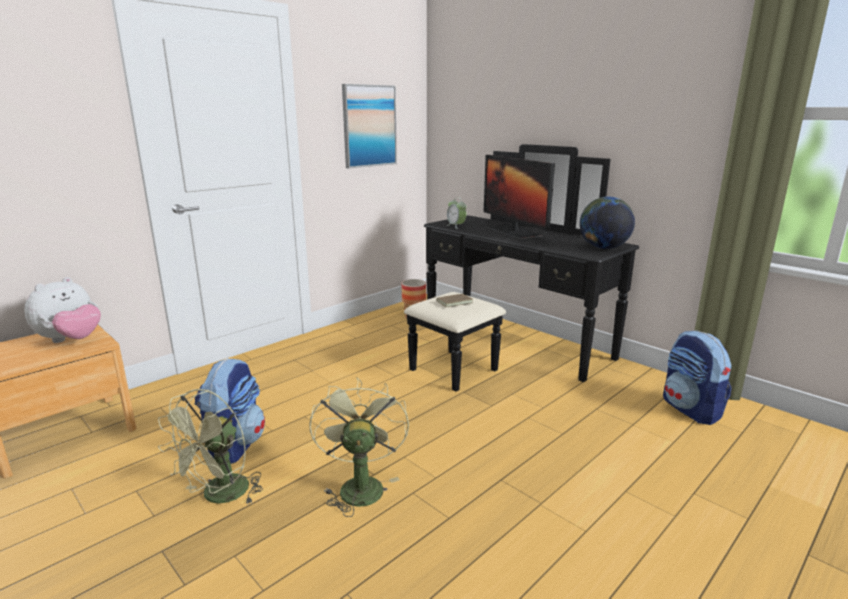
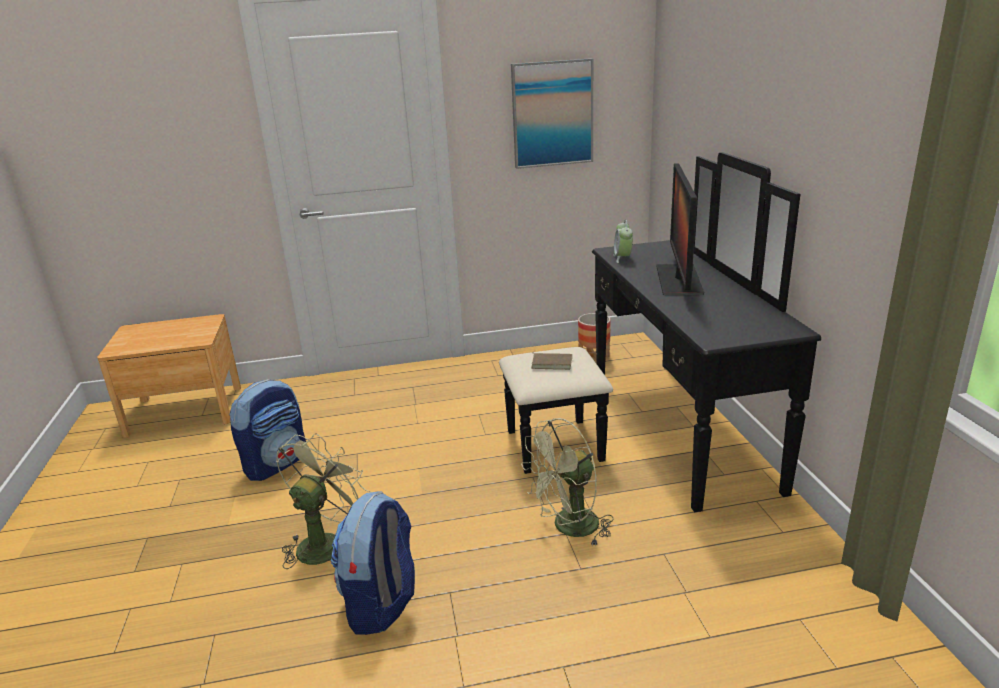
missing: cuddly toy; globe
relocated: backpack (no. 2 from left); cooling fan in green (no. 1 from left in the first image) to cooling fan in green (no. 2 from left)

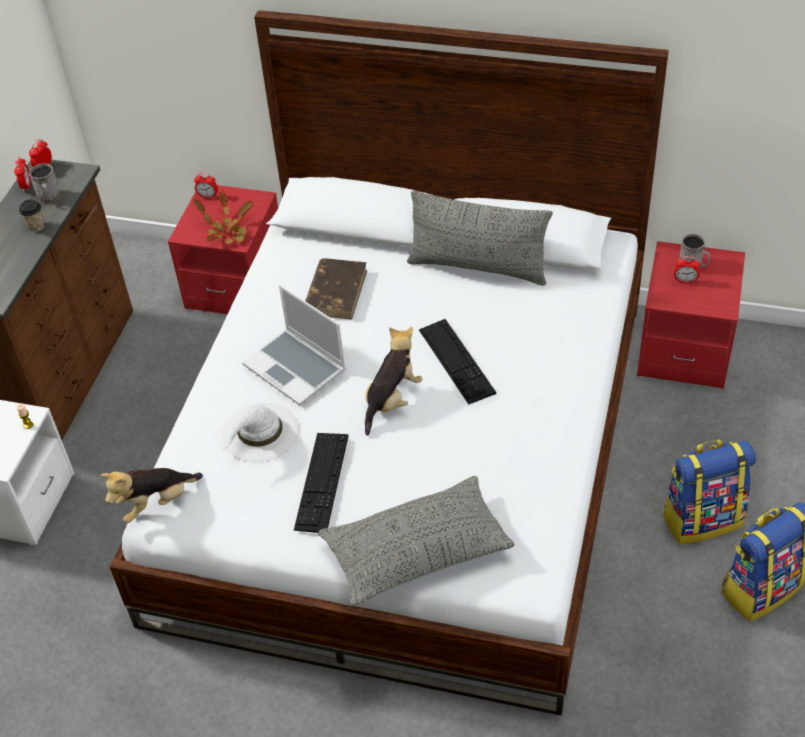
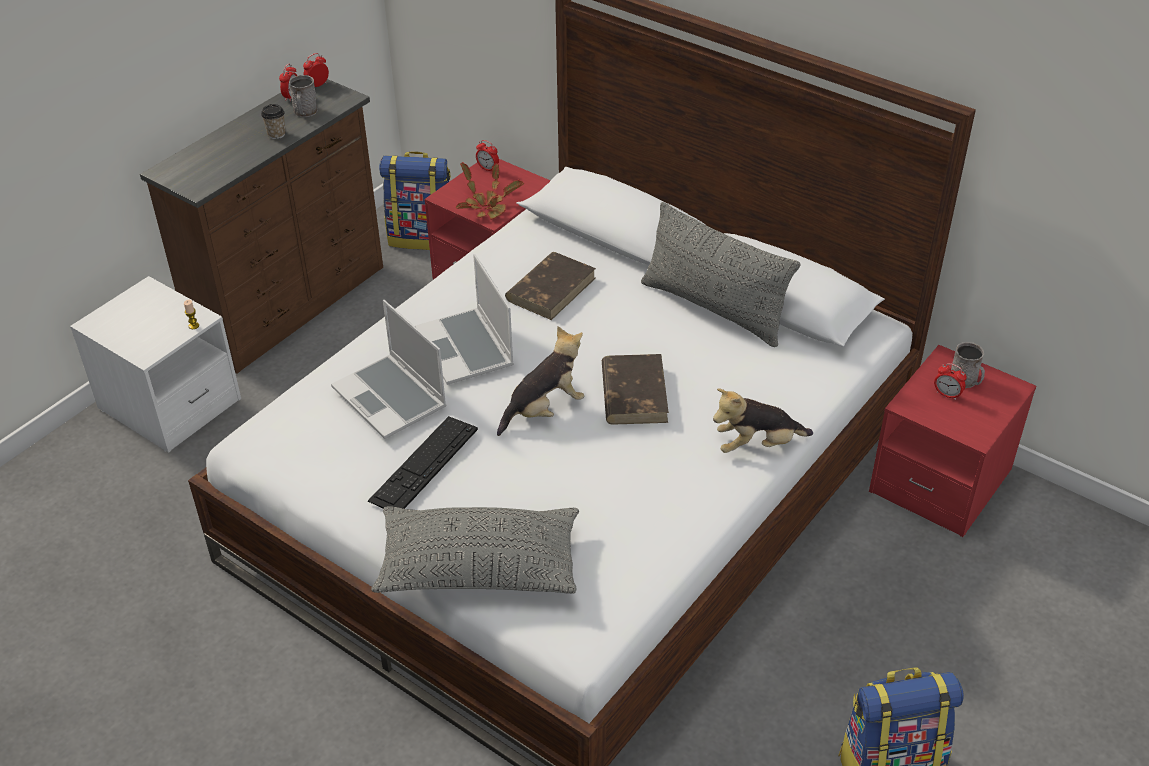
relocated: backpack (no. 1 from left); cuddly toy (no. 1 from left in the first image) to cuddly toy (no. 2 from left)
exchanged: wearable hat in white-coloured to laptop (no. 1 from left); PC keyboard (no. 2 from left) to volume in brownish (no. 2 from left)

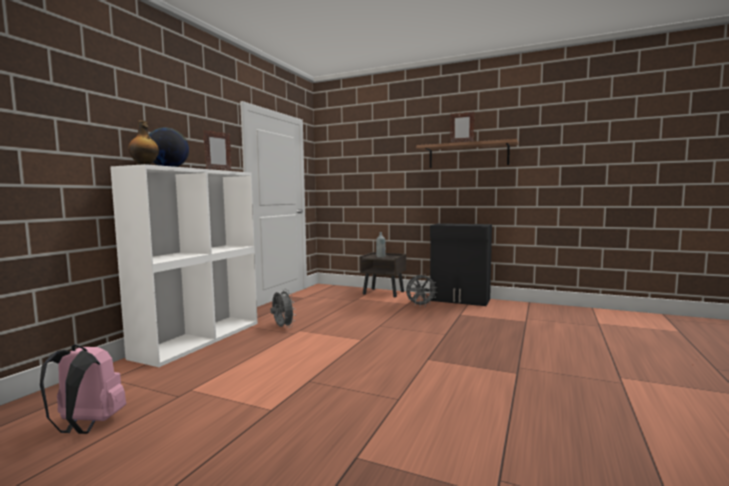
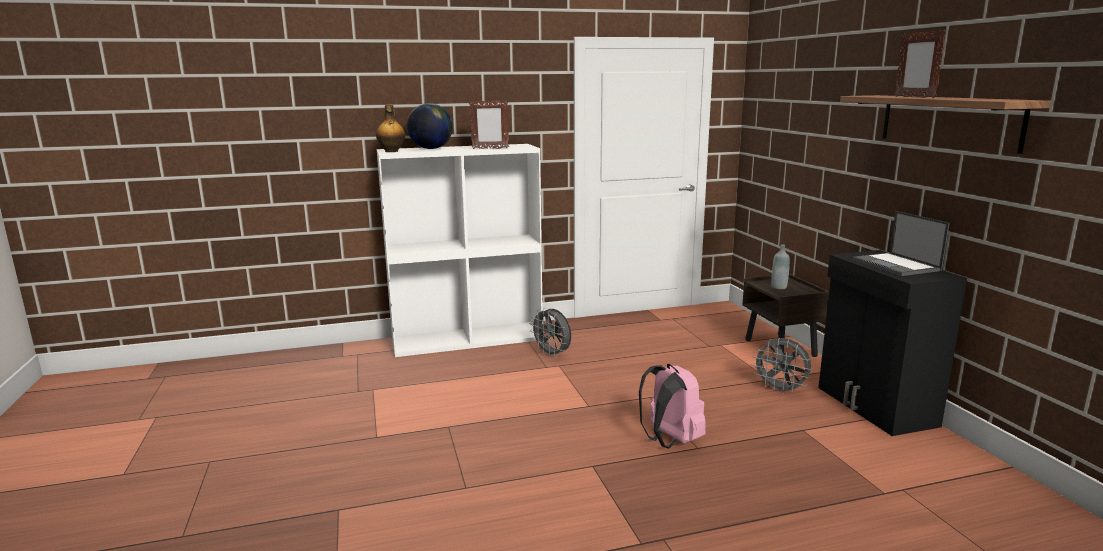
appeared: laptop
relocated: backpack in pinkish
spun: cooling fan in gray (no. 1 from left) 120 degrees clockwise

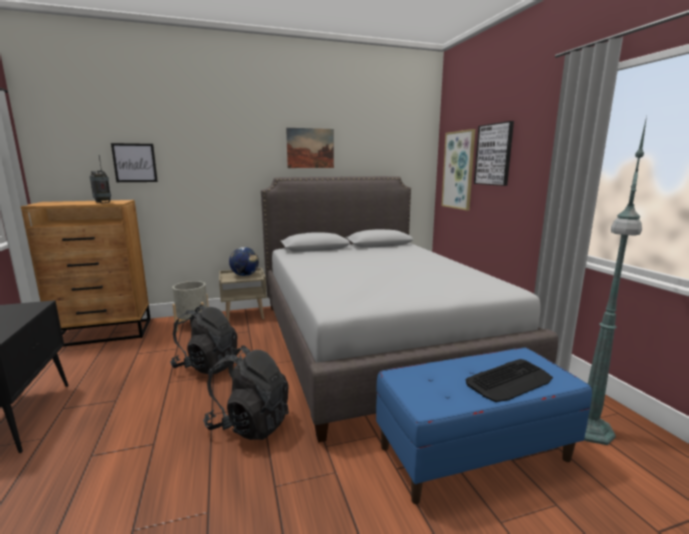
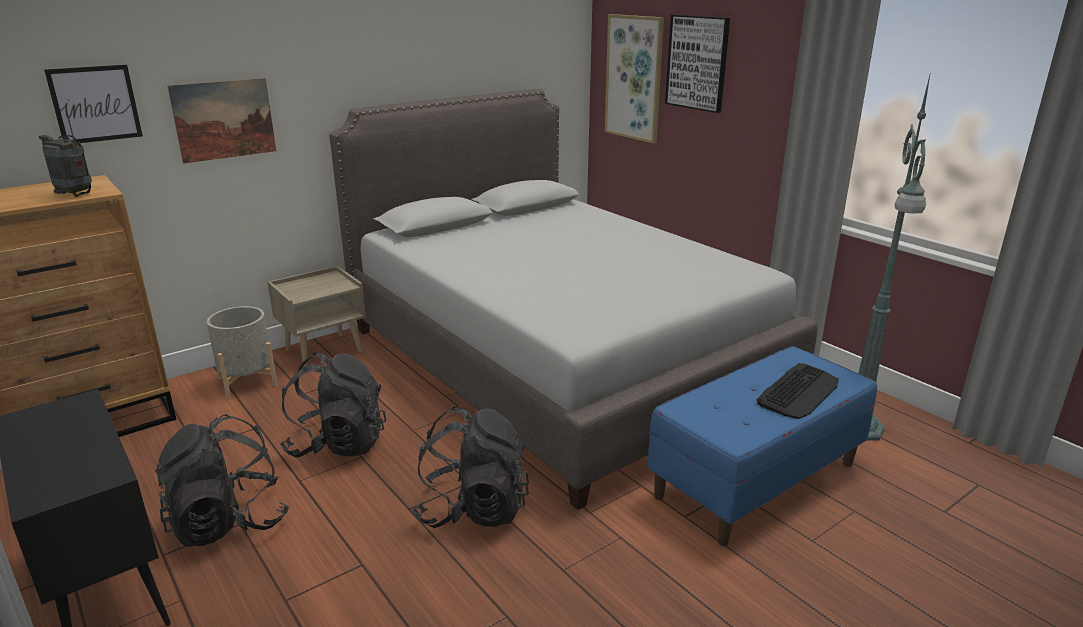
missing: globe
appeared: backpack in black (no. 1 from left)
relocated: wall art (no. 2 from left)

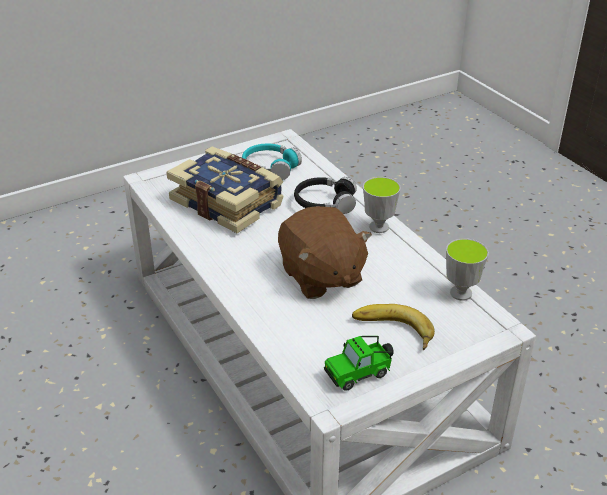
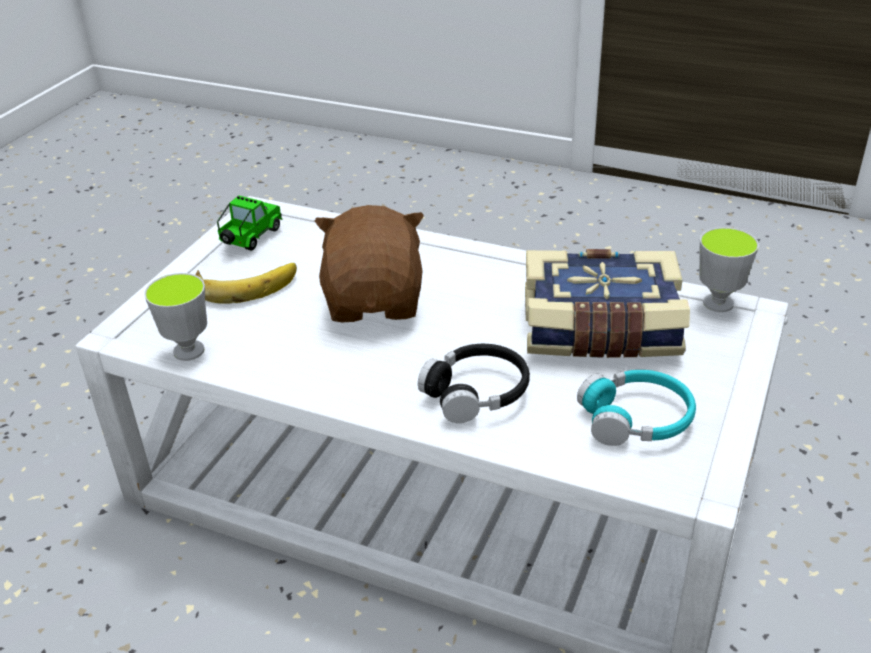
relocated: drinking cup (no. 1 from left in the first image) to drinking cup (no. 2 from left)
spun: cuddly toy in brownish 60 degrees clockwise

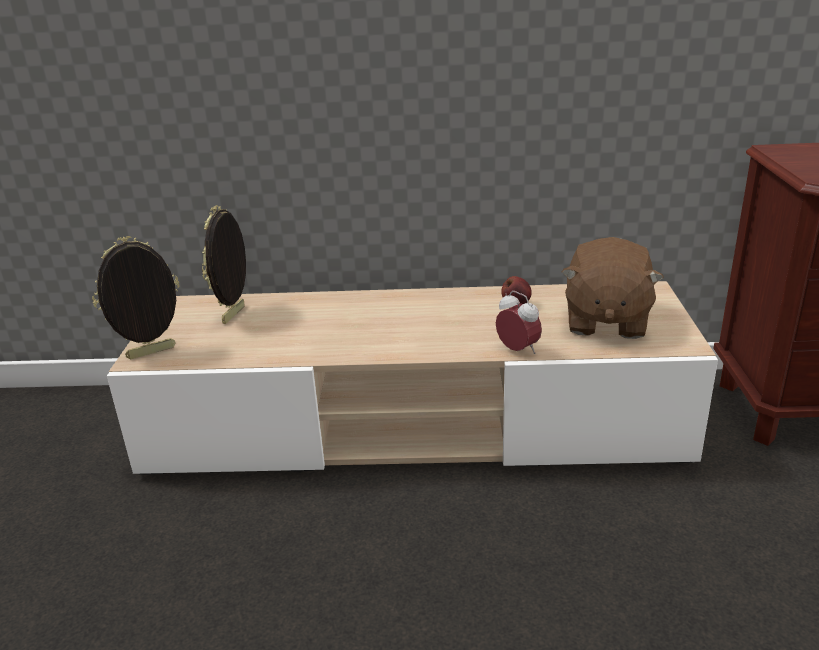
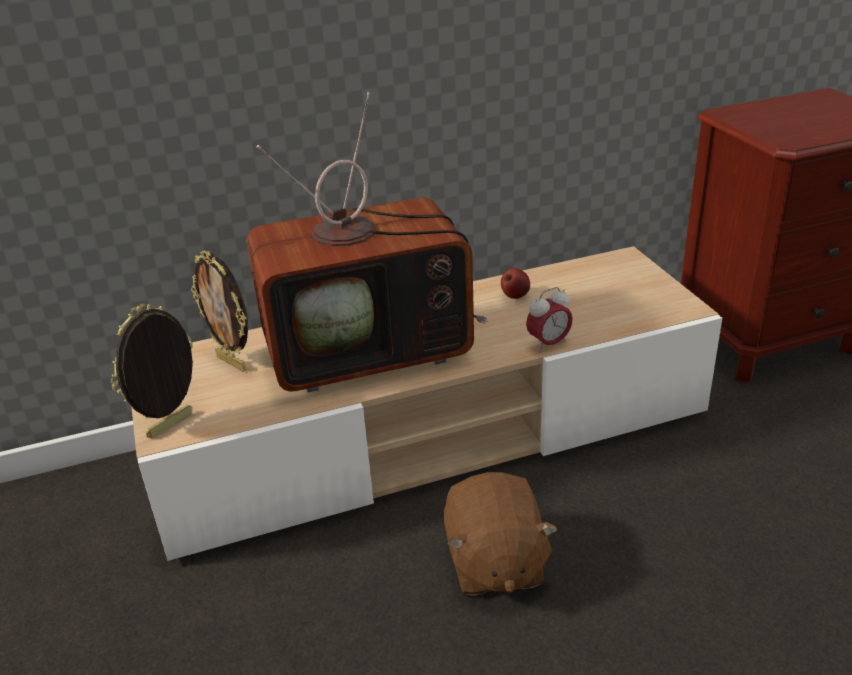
appeared: television
relocated: cuddly toy in brownish
spun: standing frame (no. 2 from left) 45 degrees counterclockwise; alarm clock 120 degrees clockwise

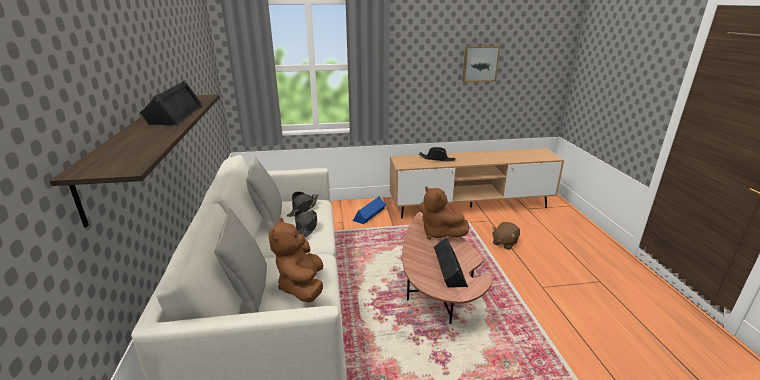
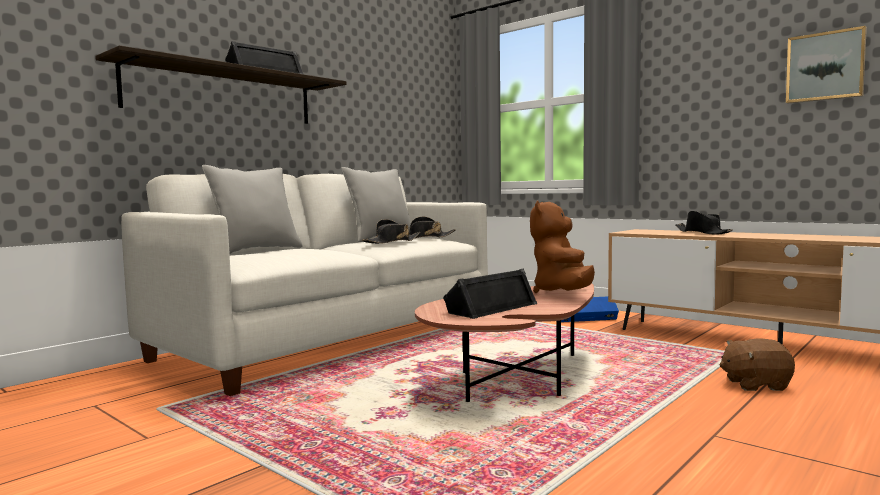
missing: cuddly toy in brownish (no. 1 from left)

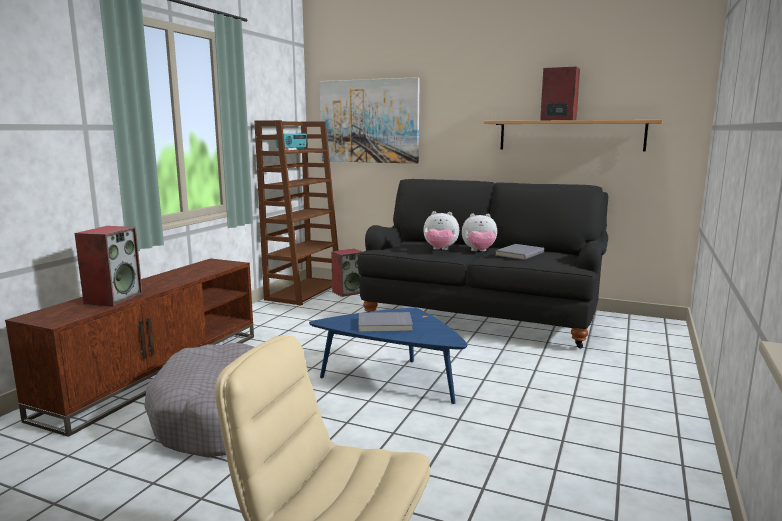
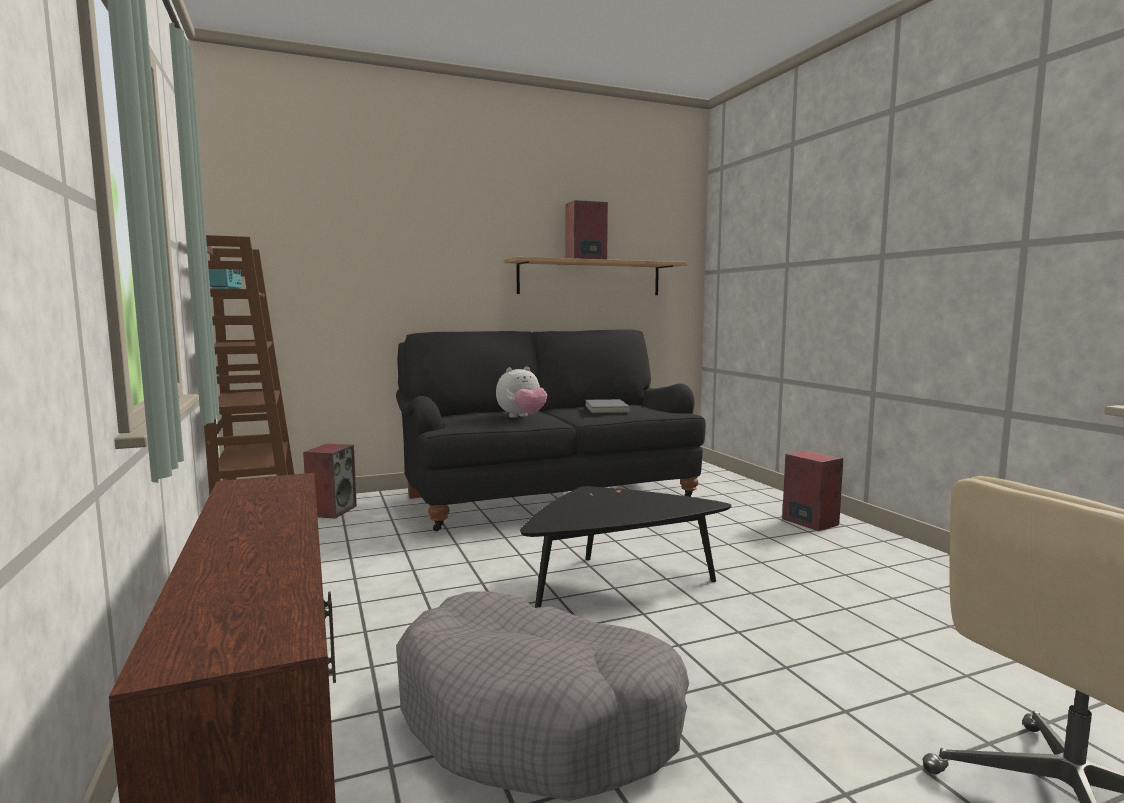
missing: wall art; volume in gray (no. 1 from left); cuddly toy (no. 2 from left)
relocated: speaker (no. 1 from left in the first image) to speaker (no. 3 from left)
colour: low table in blue-coloured to low table in black

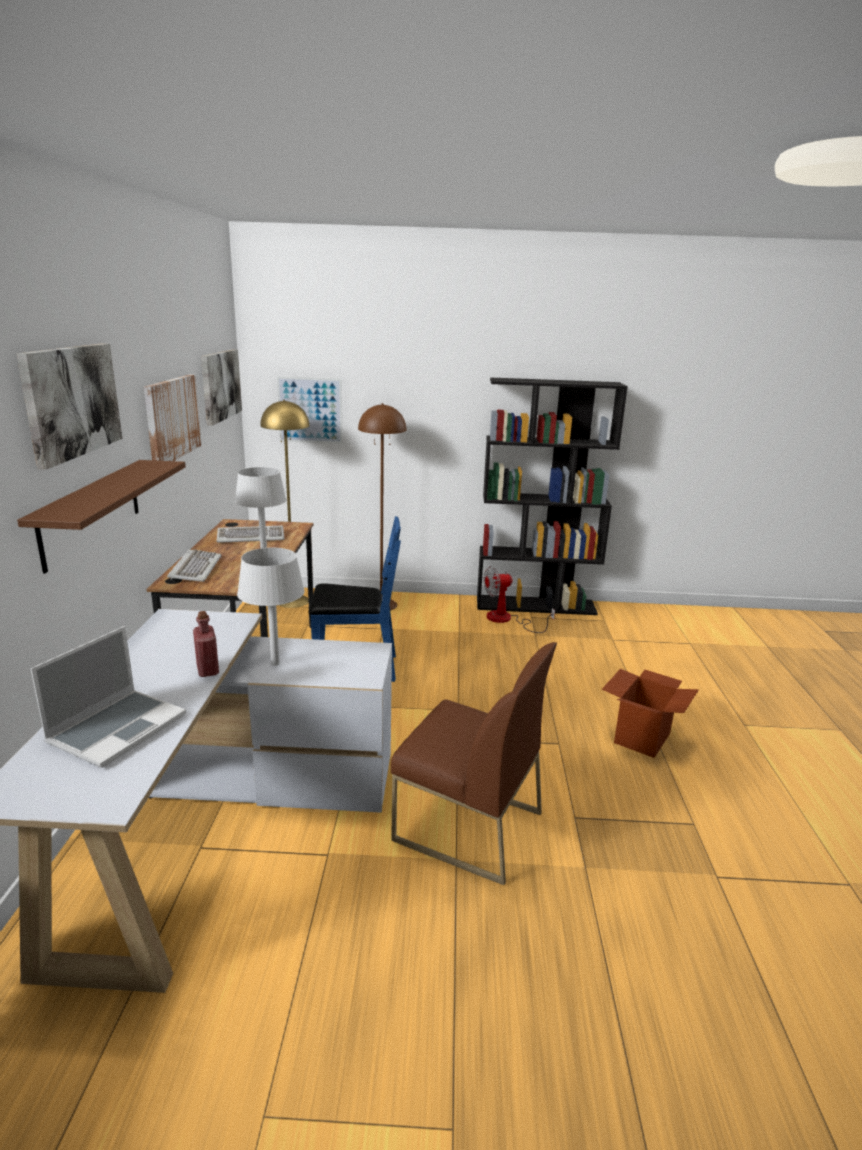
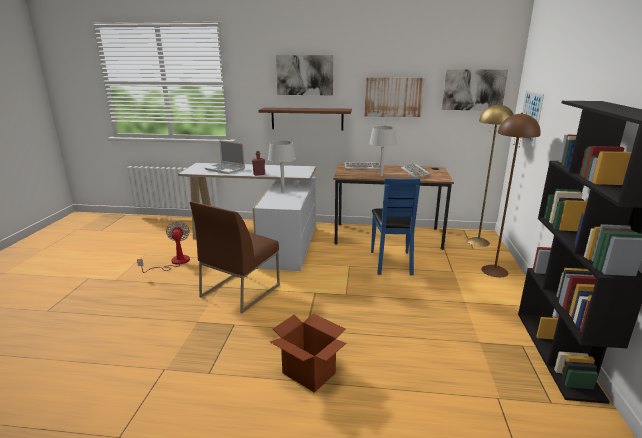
relocated: cooling fan

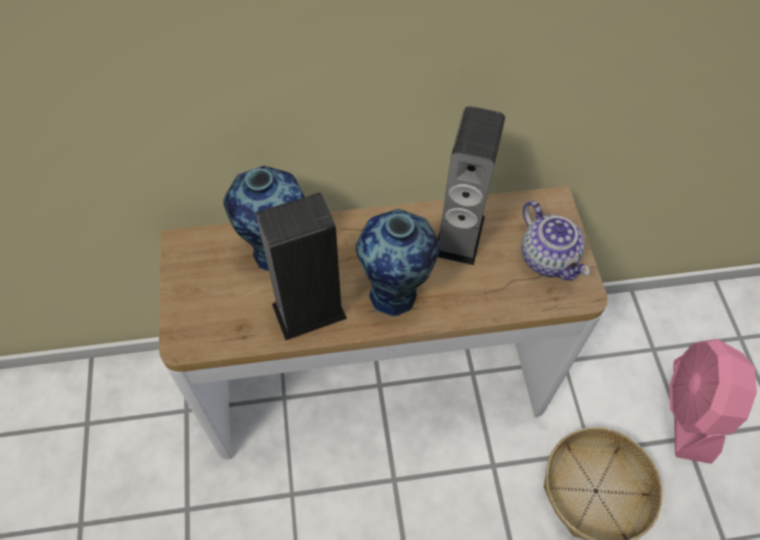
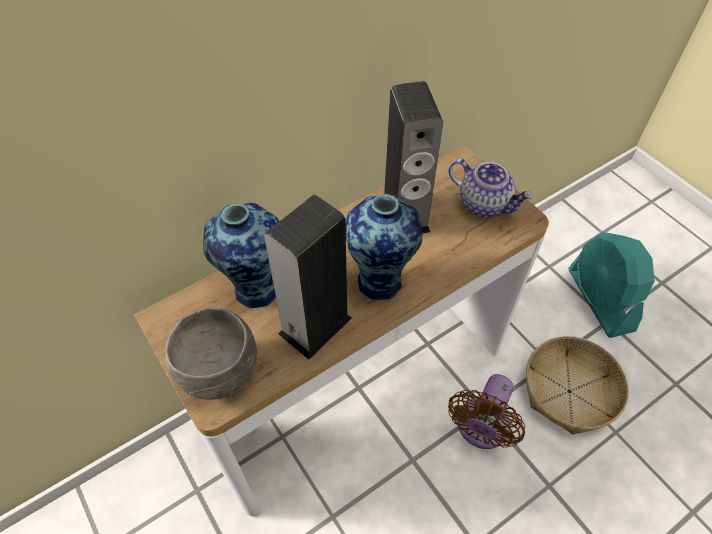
appeared: deep dish in gray; cooling fan in brownish
colour: cooling fan in pinkish to cooling fan in blue-green

